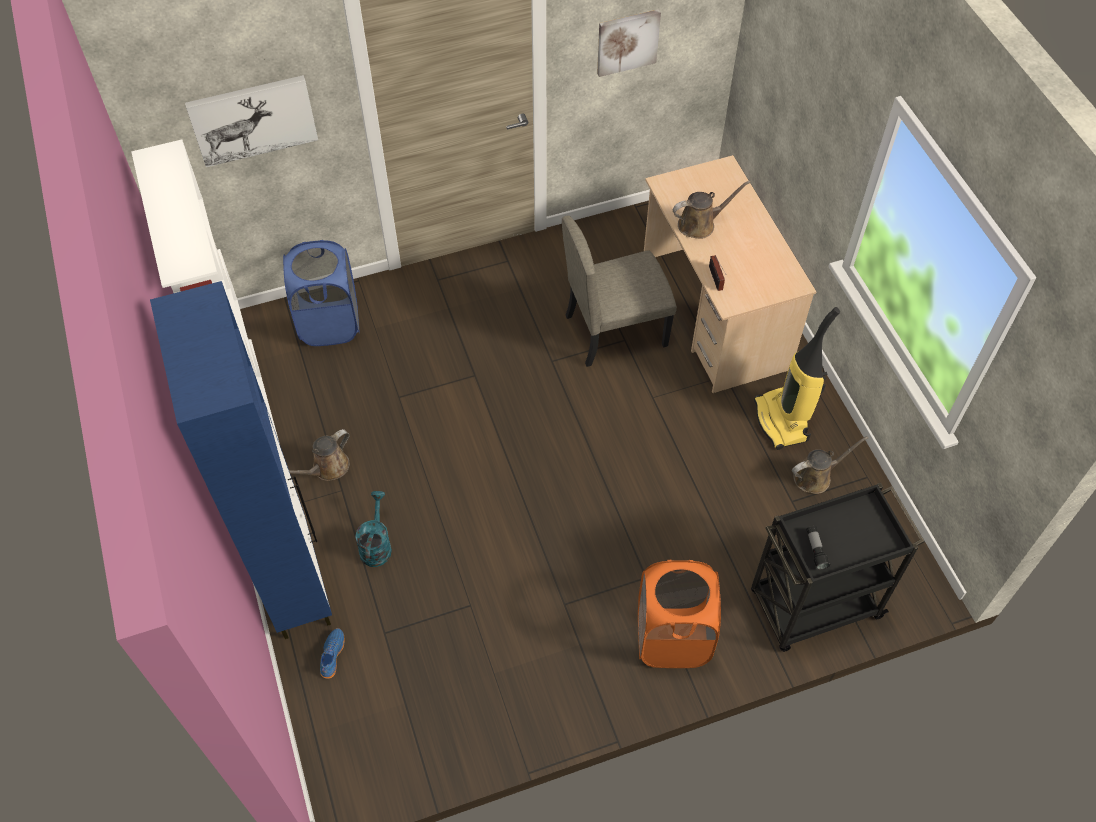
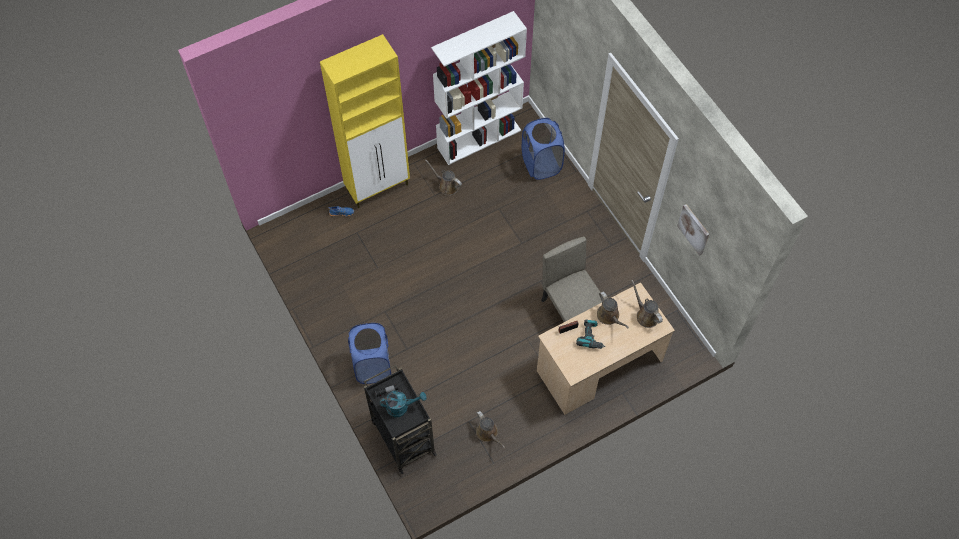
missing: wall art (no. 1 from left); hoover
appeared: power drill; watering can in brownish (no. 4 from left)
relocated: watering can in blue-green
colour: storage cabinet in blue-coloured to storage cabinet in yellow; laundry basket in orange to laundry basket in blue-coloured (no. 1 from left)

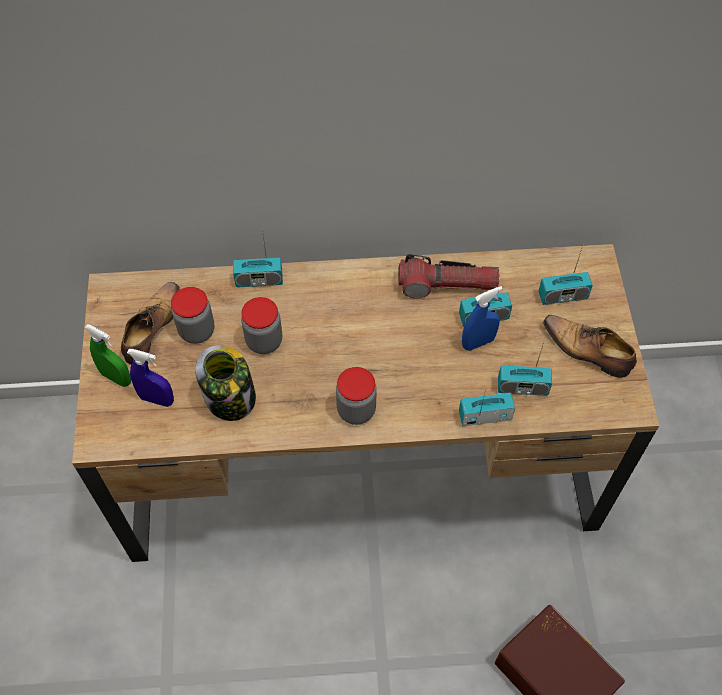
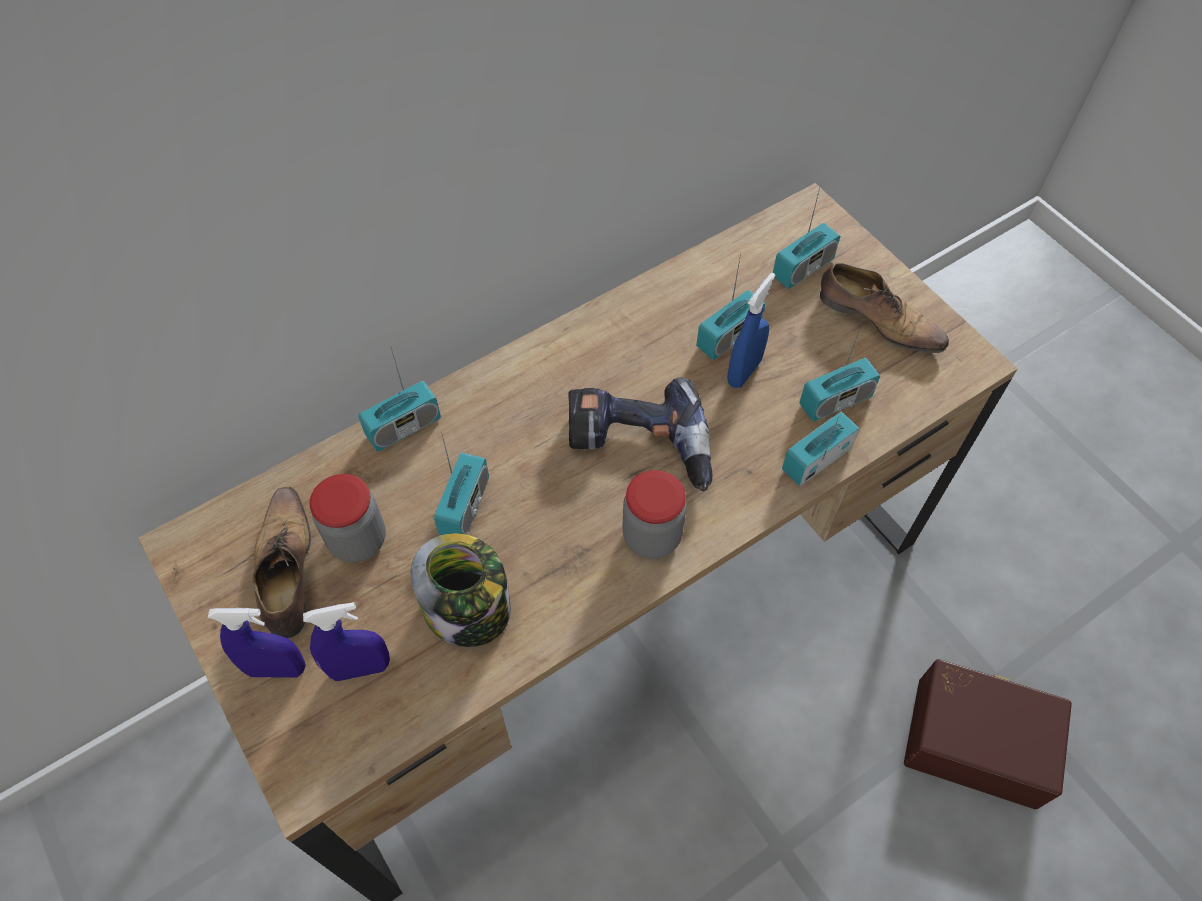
missing: hand torch
appeared: power drill
exchanged: preserve jar (no. 3 from left) to radio set (no. 2 from left)
colour: sprayer in green to sprayer in blue-coloured (no. 1 from left)
spun: item of footwear (no. 2 from left) 150 degrees counterclockwise

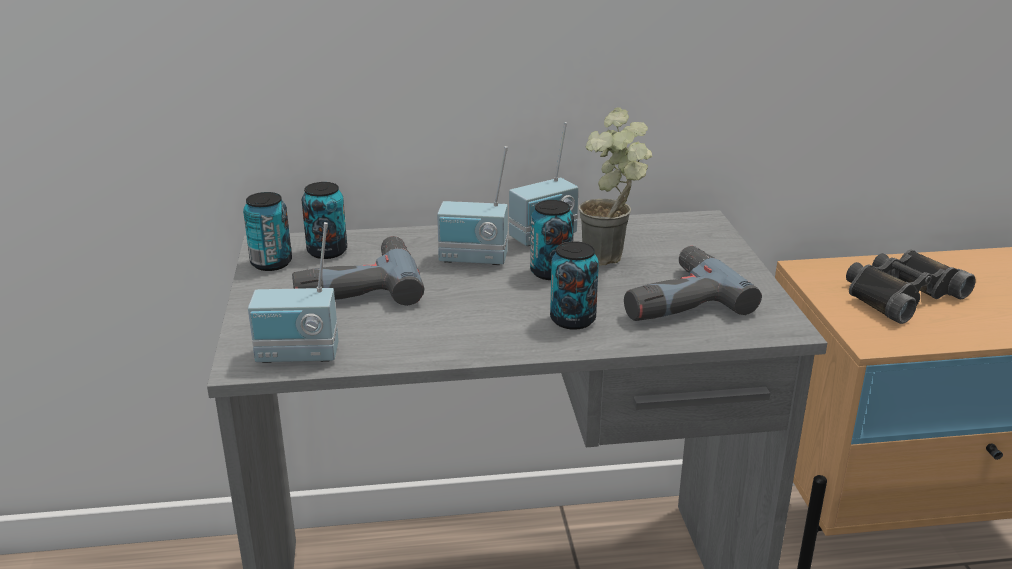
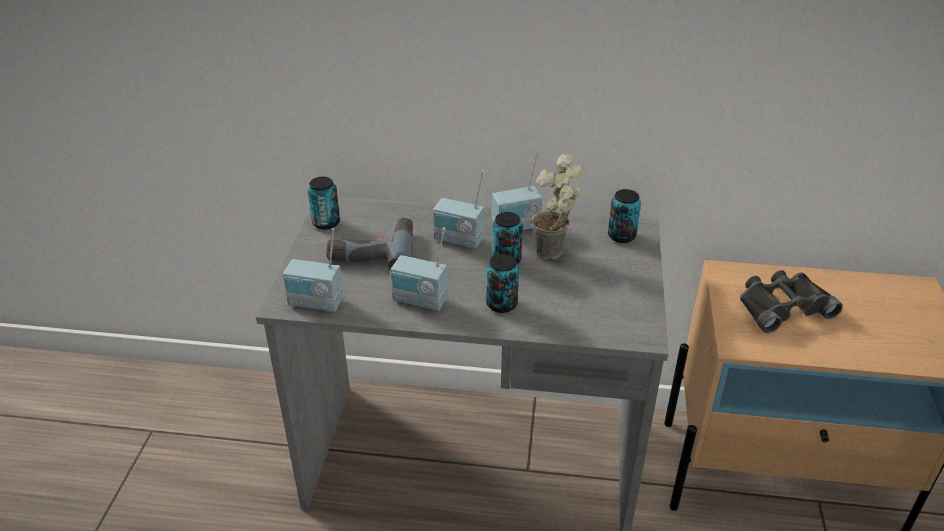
missing: power drill (no. 2 from left)
appeared: radio set (no. 2 from left)
relocated: metal can (no. 2 from left in the first image) to metal can (no. 4 from left)

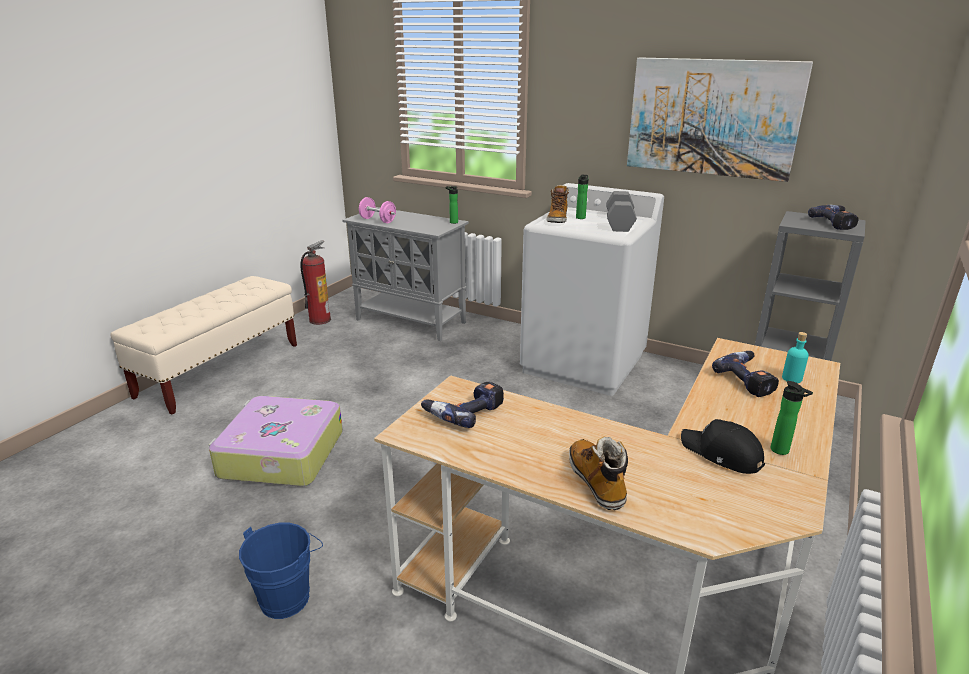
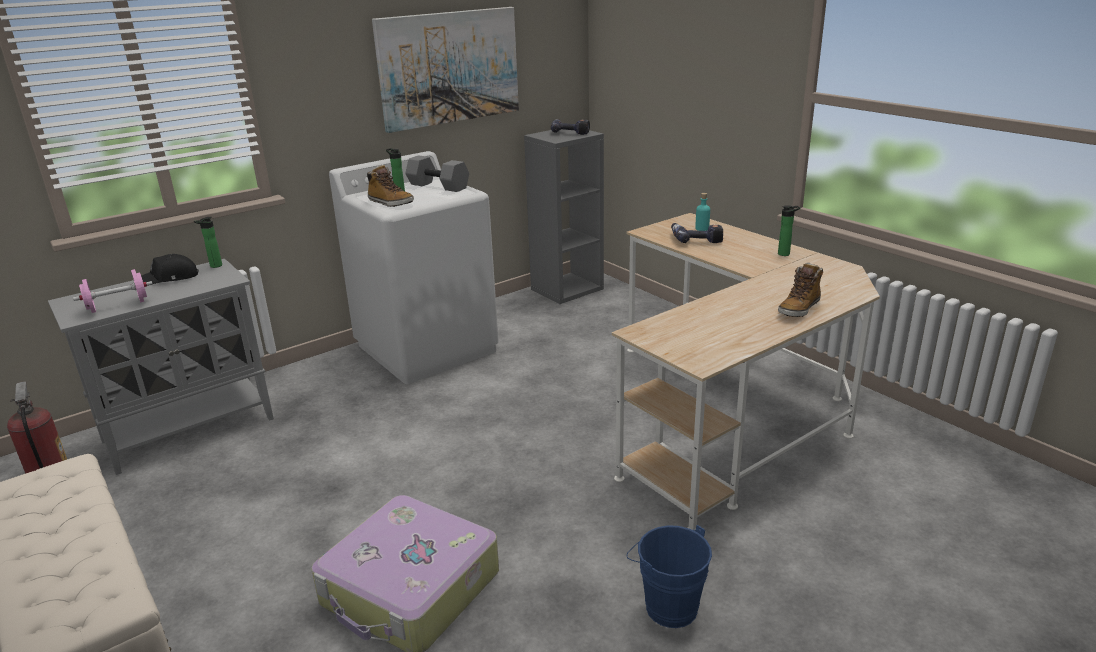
missing: power drill (no. 1 from left)
relocated: peaked cap in black
spun: tall boot (no. 2 from left) 60 degrees counterclockwise

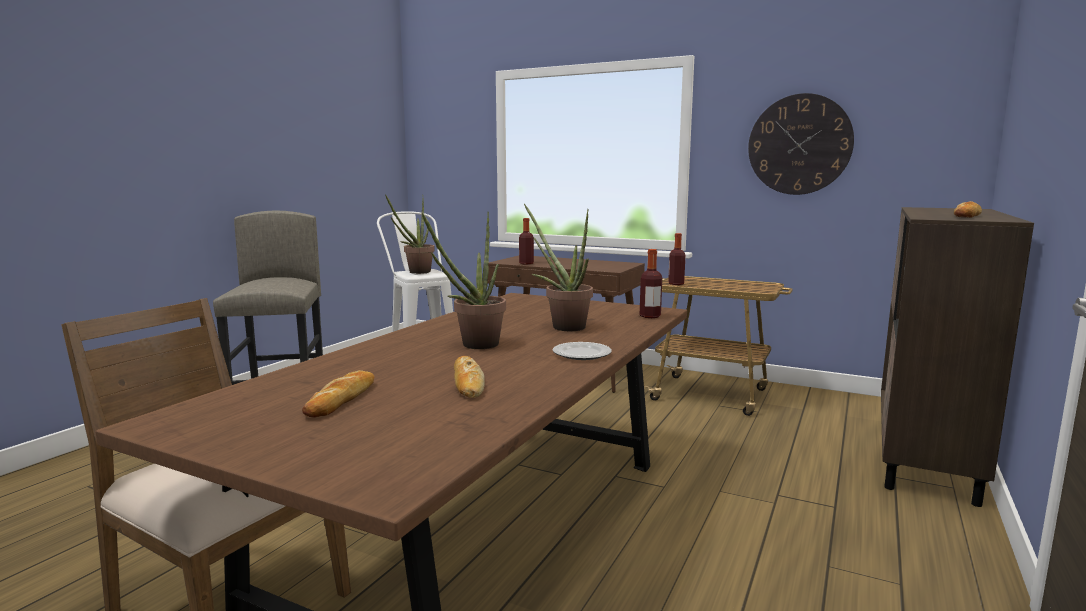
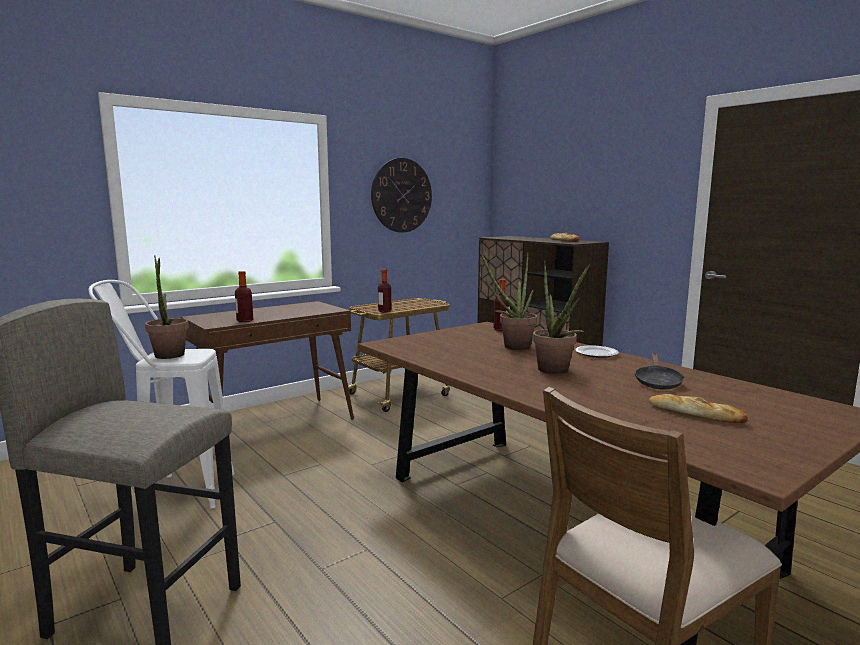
exchanged: bakery bread (no. 2 from left) to skillet in black

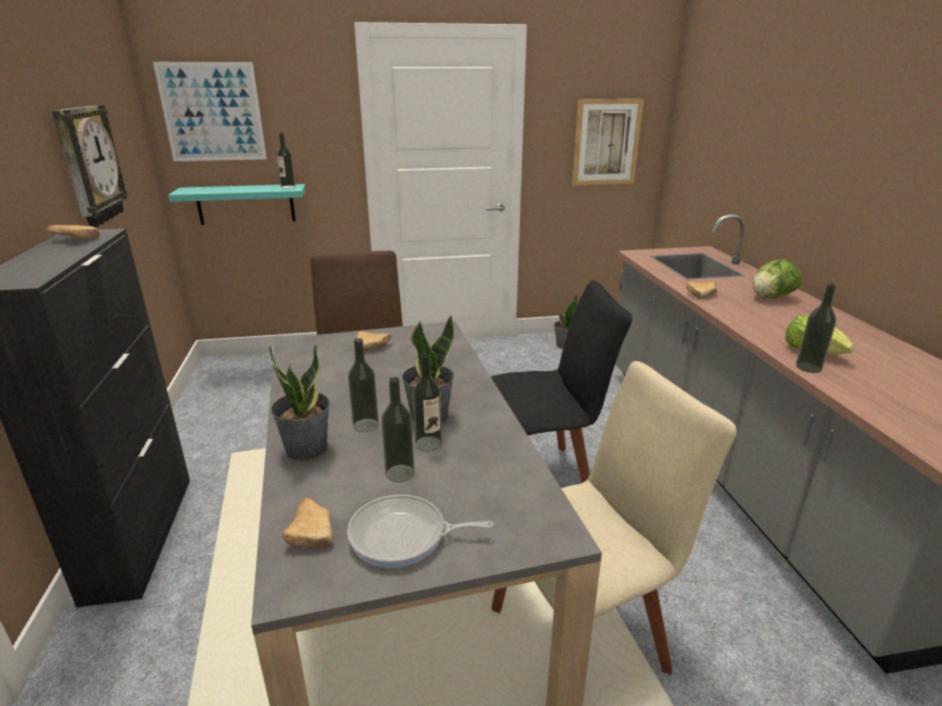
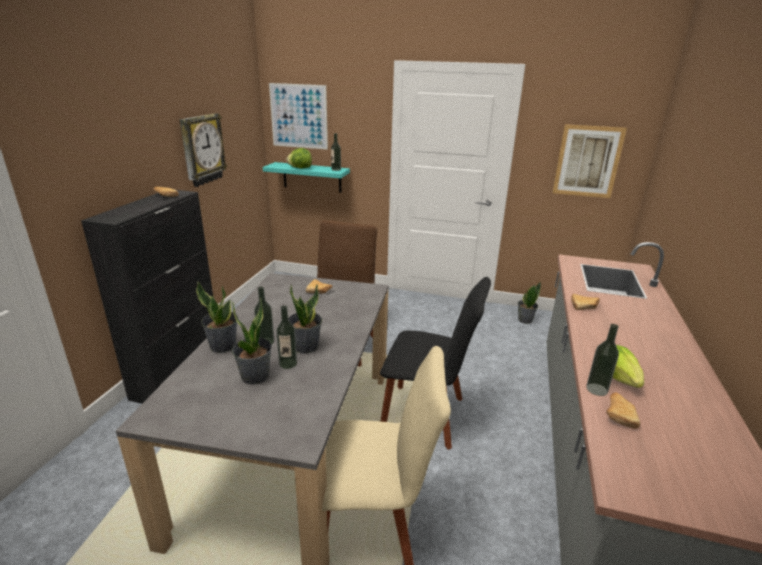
missing: skillet
relocated: lettuce head (no. 1 from left); bakery bread (no. 2 from left in the first image) to bakery bread (no. 4 from left)
exchanged: drink bottle (no. 3 from left) to potted plant (no. 2 from left)

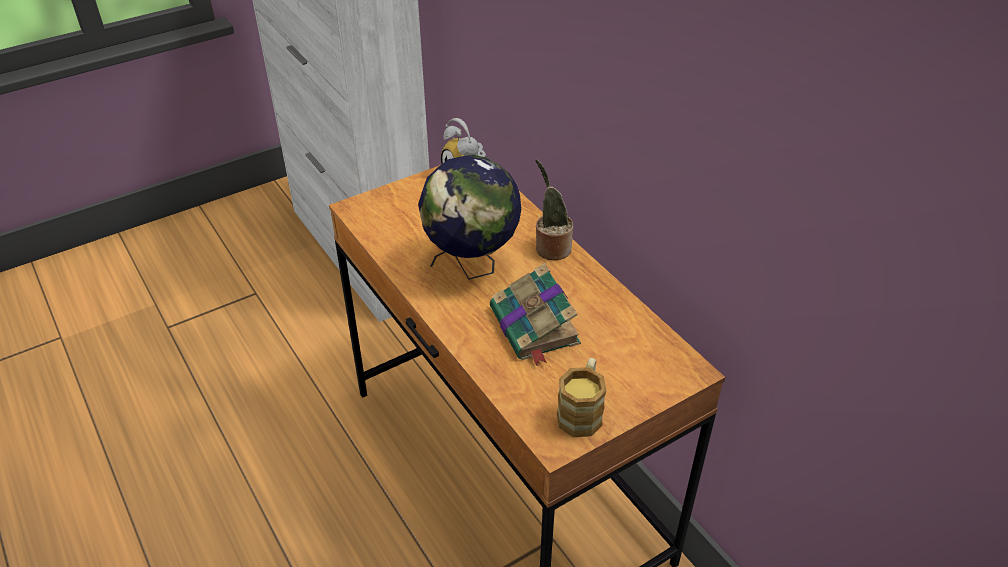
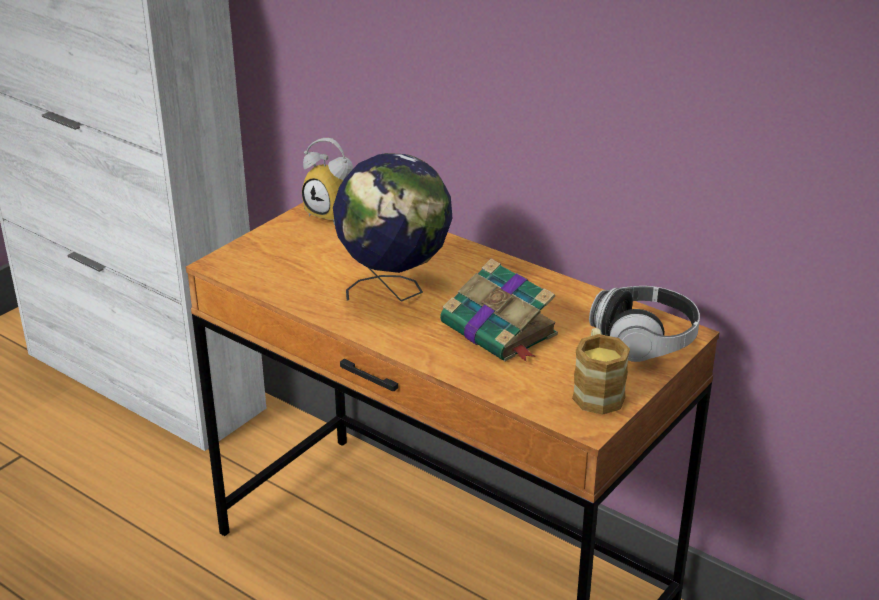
missing: potted plant
appeared: headset

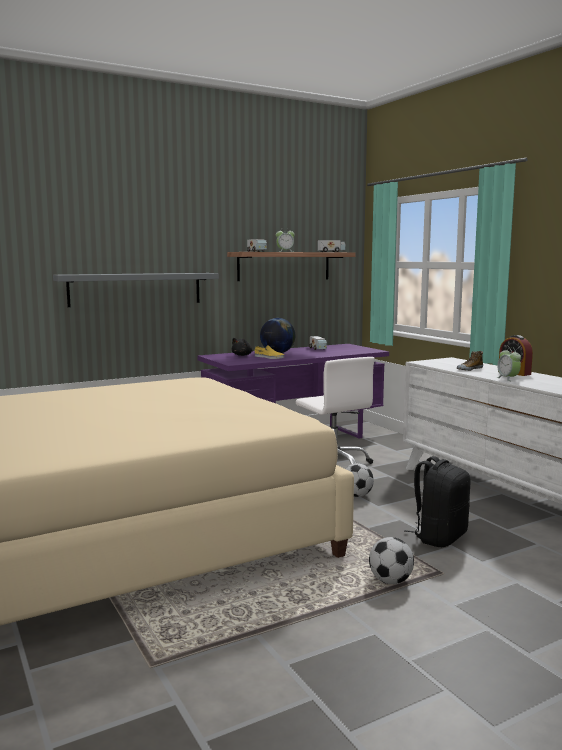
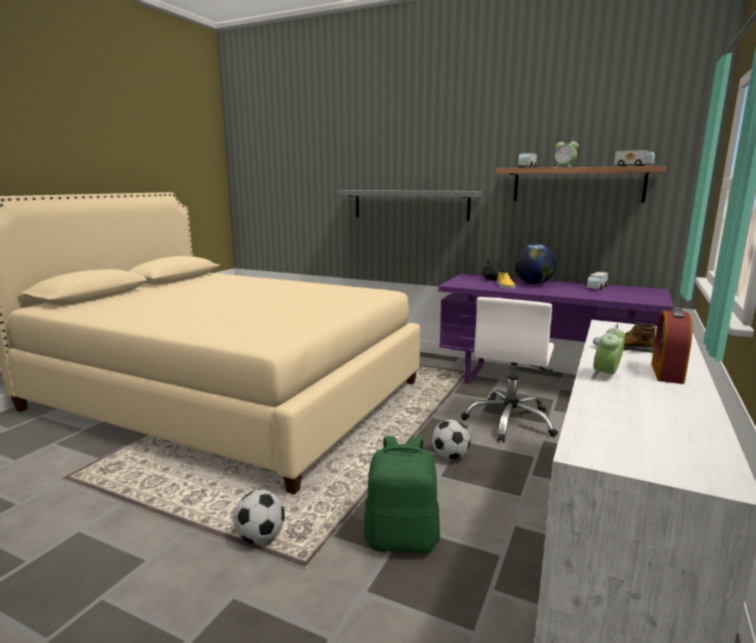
colour: backpack in black to backpack in green

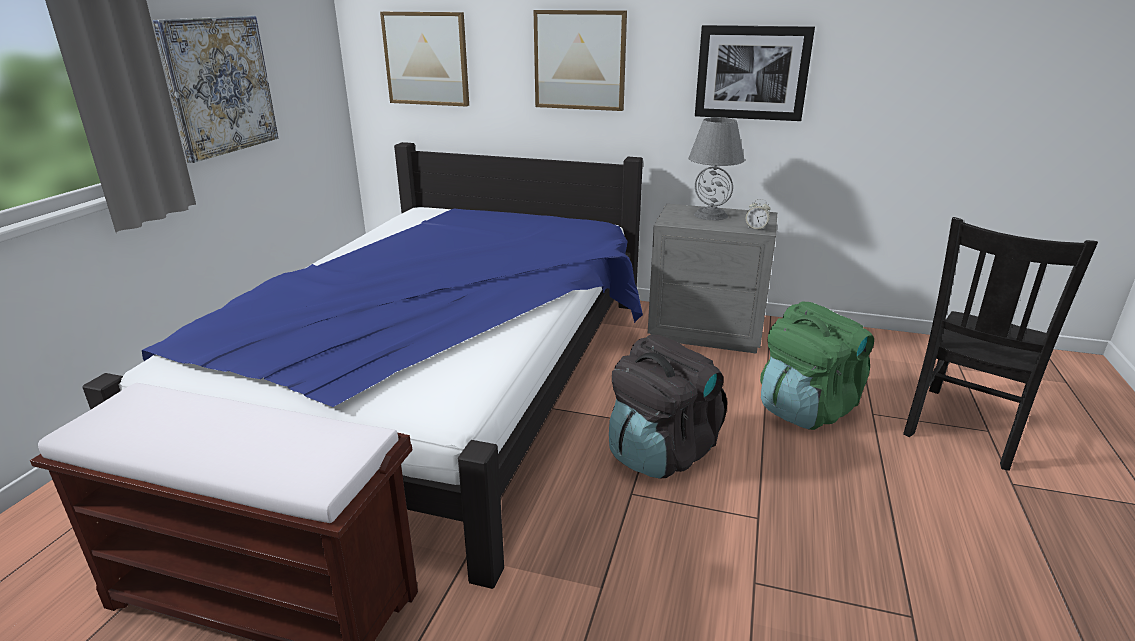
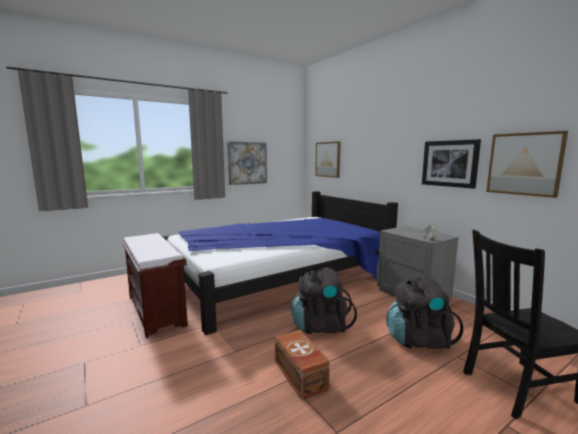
missing: lamp for a table in gray
appeared: storage container in brownish
relocated: wall art (no. 3 from left in the first image) to wall art (no. 4 from left)
colour: backpack in green to backpack in black (no. 2 from left)

